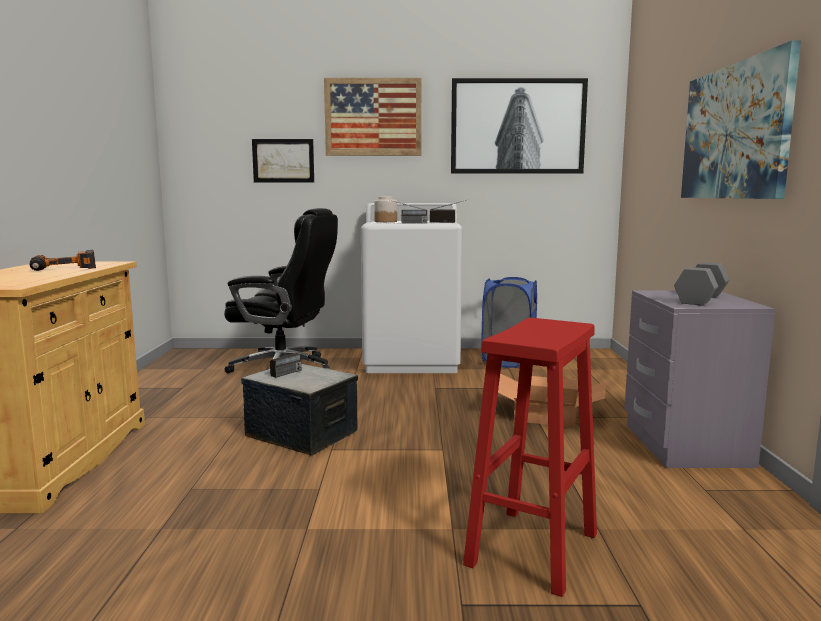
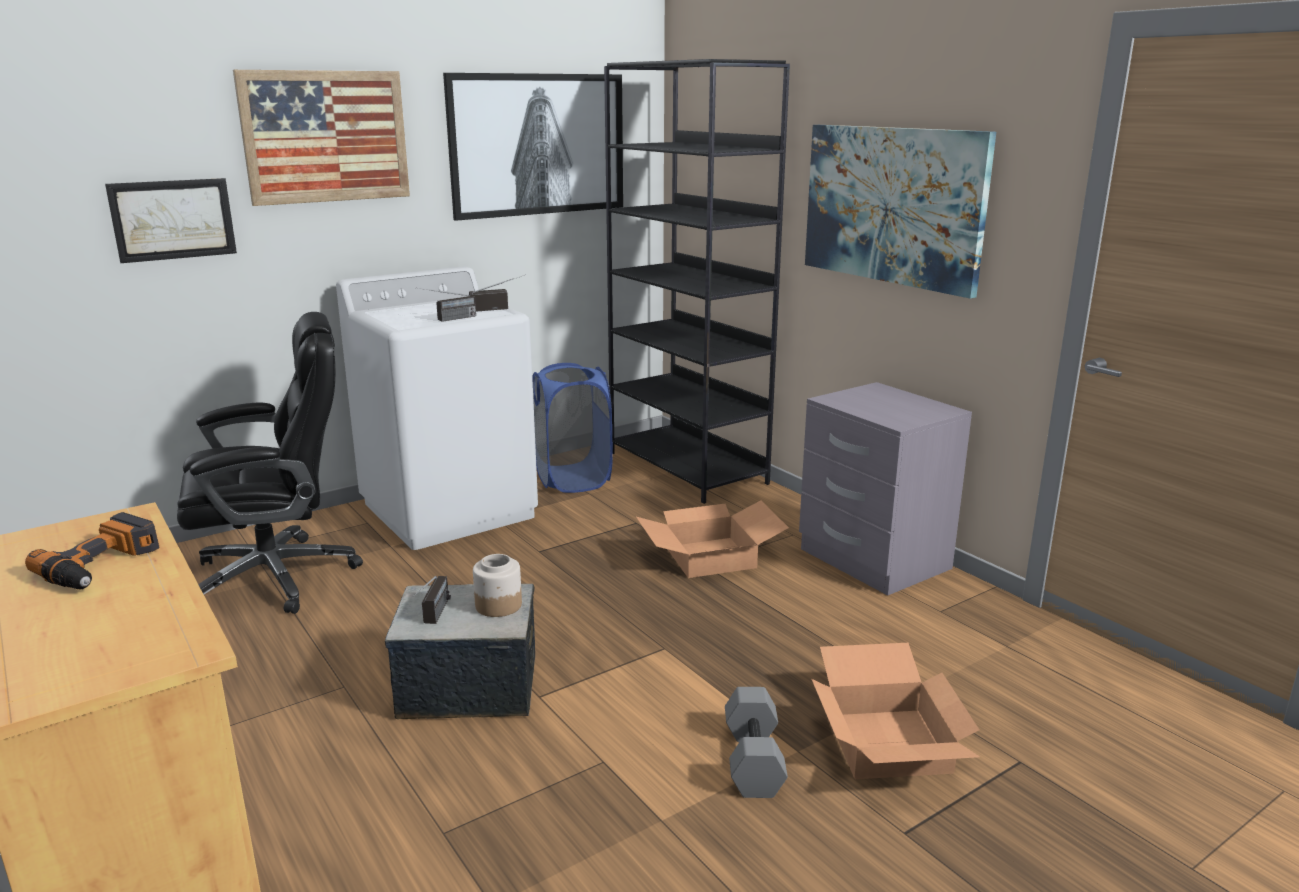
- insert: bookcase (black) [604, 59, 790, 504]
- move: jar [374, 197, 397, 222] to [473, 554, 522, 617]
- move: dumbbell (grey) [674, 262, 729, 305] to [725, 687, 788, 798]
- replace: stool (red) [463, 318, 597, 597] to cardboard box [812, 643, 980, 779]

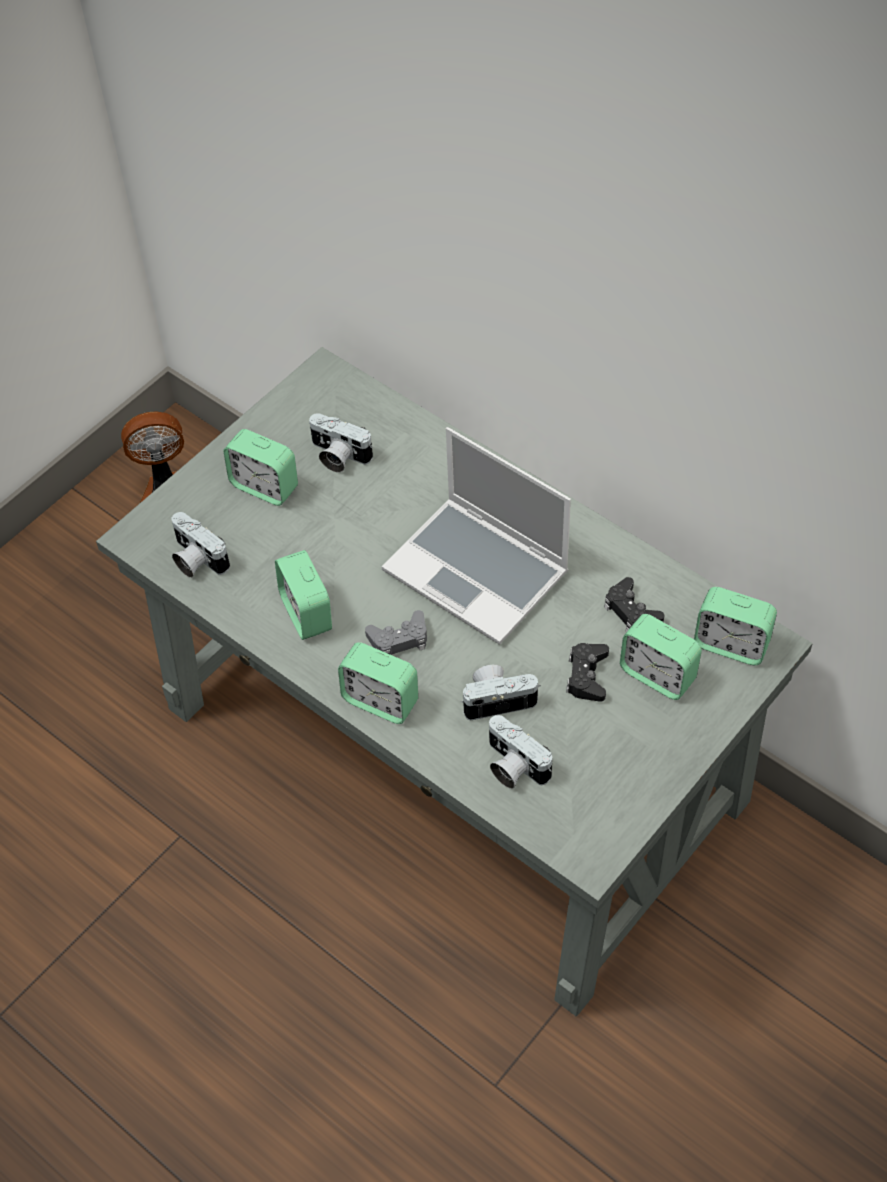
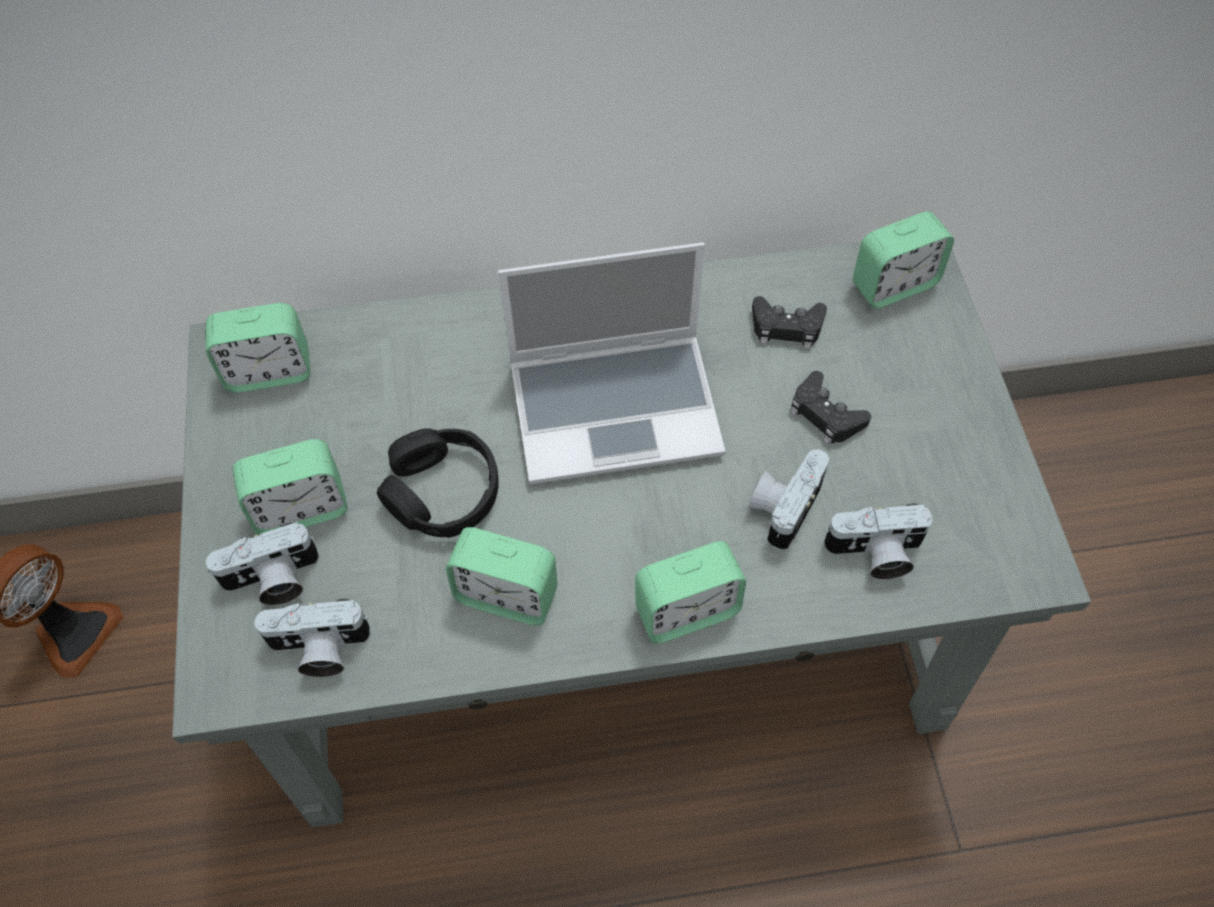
- delete: game controller (grey) [365, 610, 427, 655]
- insert: headphones (black) [377, 428, 499, 538]
- move: photo camera [309, 413, 373, 472] to [206, 522, 319, 605]
- move: alarm clock [620, 614, 702, 700] to [206, 303, 310, 393]

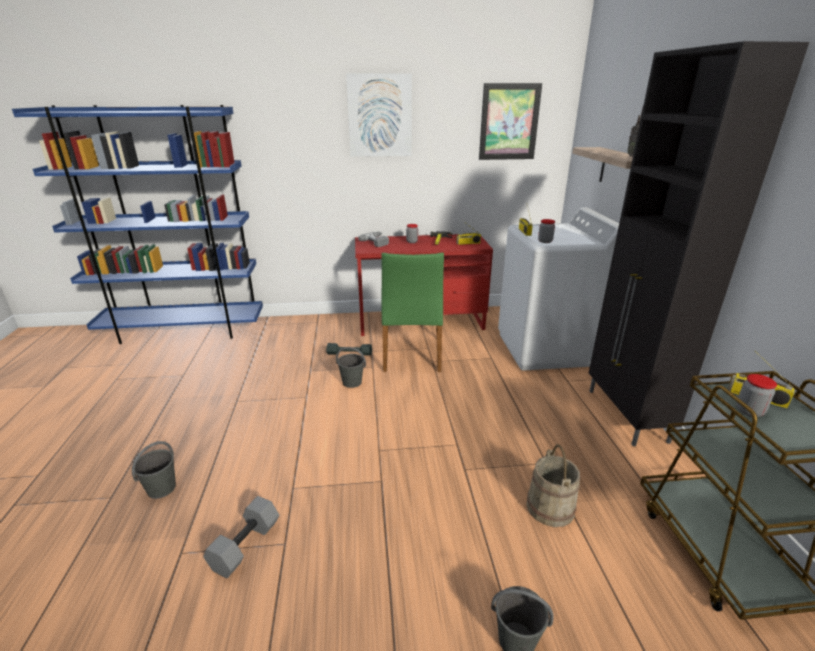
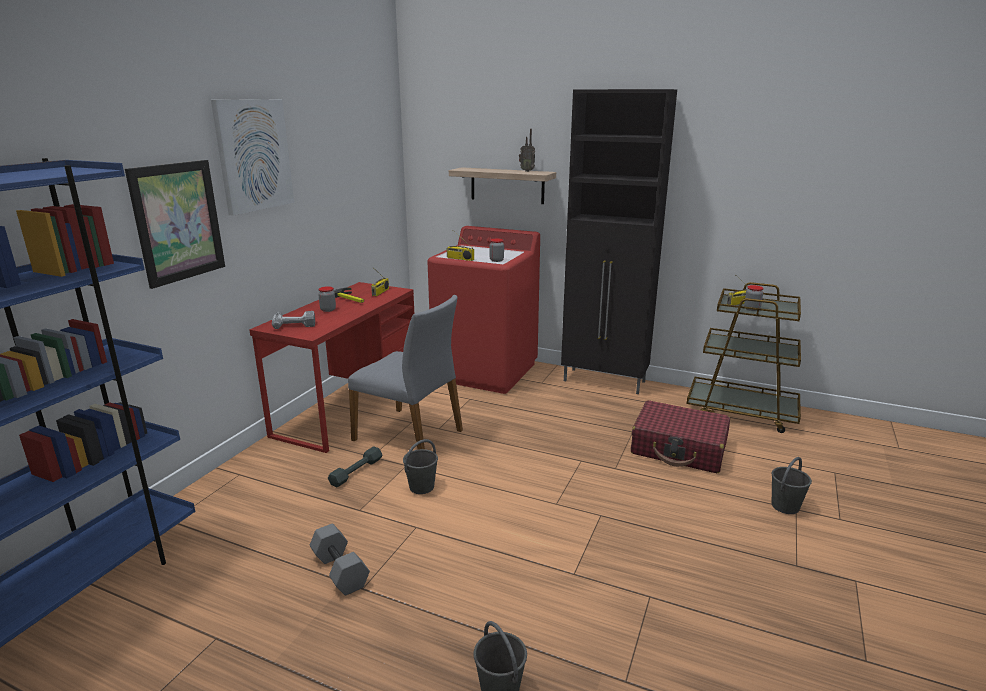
- move: dumbbell (grey) [203, 496, 279, 578] to [310, 523, 370, 596]
- move: picture [479, 83, 542, 160] to [125, 160, 225, 289]
- replace: bucket (beige) [526, 444, 580, 527] to suitcase (red) [631, 400, 730, 473]
- recolor: chair (green) [381, 252, 444, 372] to chair (grey) [348, 295, 463, 450]
- recolor: washing machine (white) [498, 207, 619, 370] to washing machine (red) [427, 226, 540, 394]

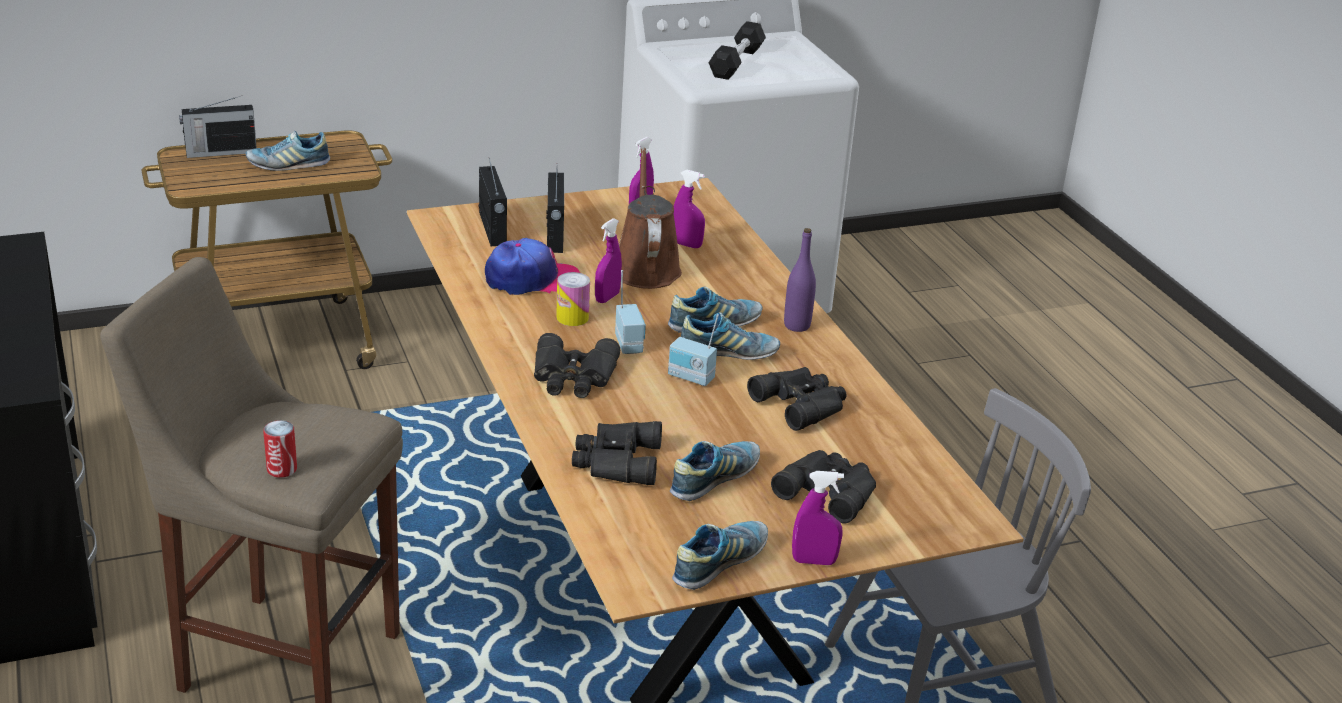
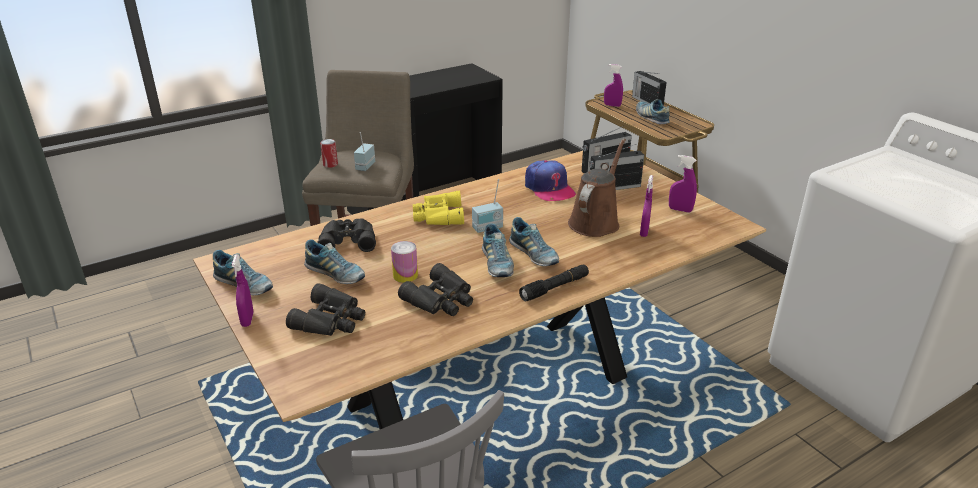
- delete: dumbbell (black) [708, 21, 766, 80]
- move: can [556, 272, 590, 326] to [391, 241, 418, 283]
- move: spray bottle (purple) [595, 218, 622, 303] to [604, 64, 623, 107]
- move: radio [668, 314, 719, 386] to [354, 132, 375, 171]
- replace: bottle (purple) [784, 228, 816, 332] to flashlight (black) [519, 265, 589, 301]
- recolor: binoculars (black) [534, 333, 620, 398] to binoculars (yellow) [413, 191, 464, 225]
- rotate: watering can (brown) [619, 148, 682, 289] = [568, 138, 626, 237] 45 degrees counterclockwise

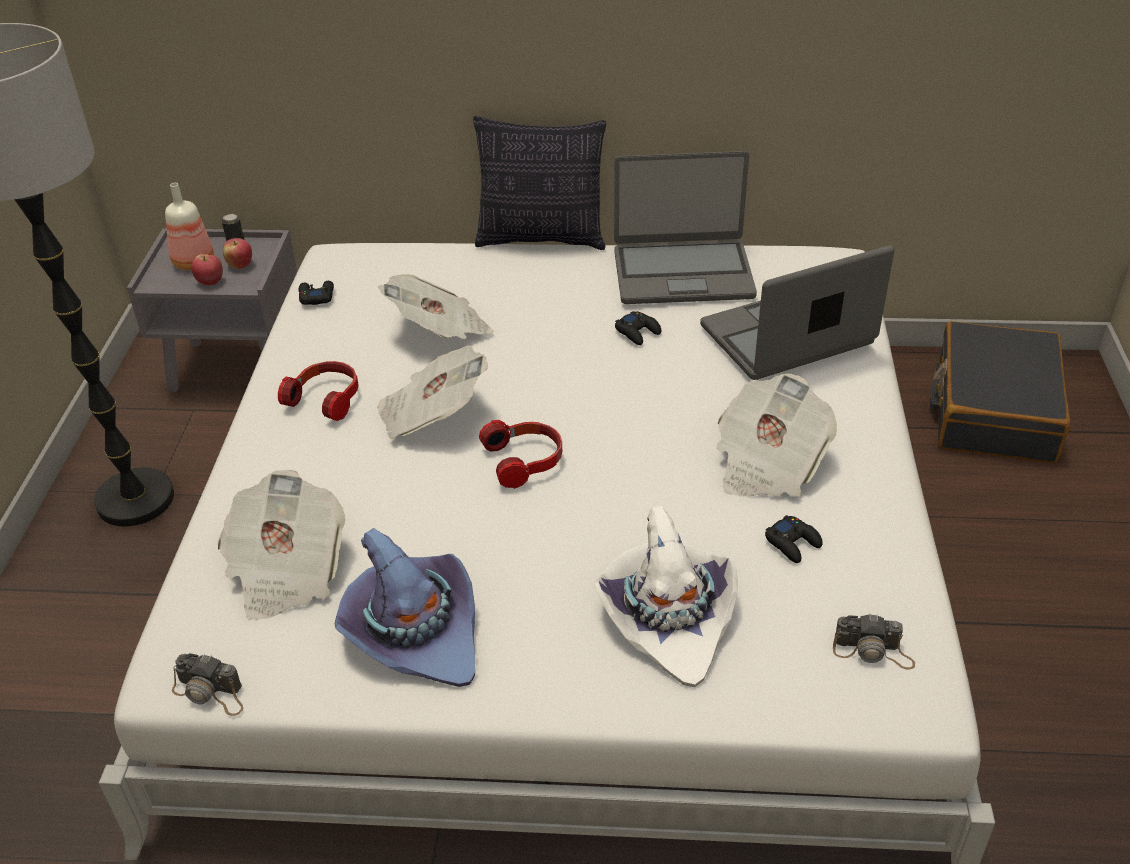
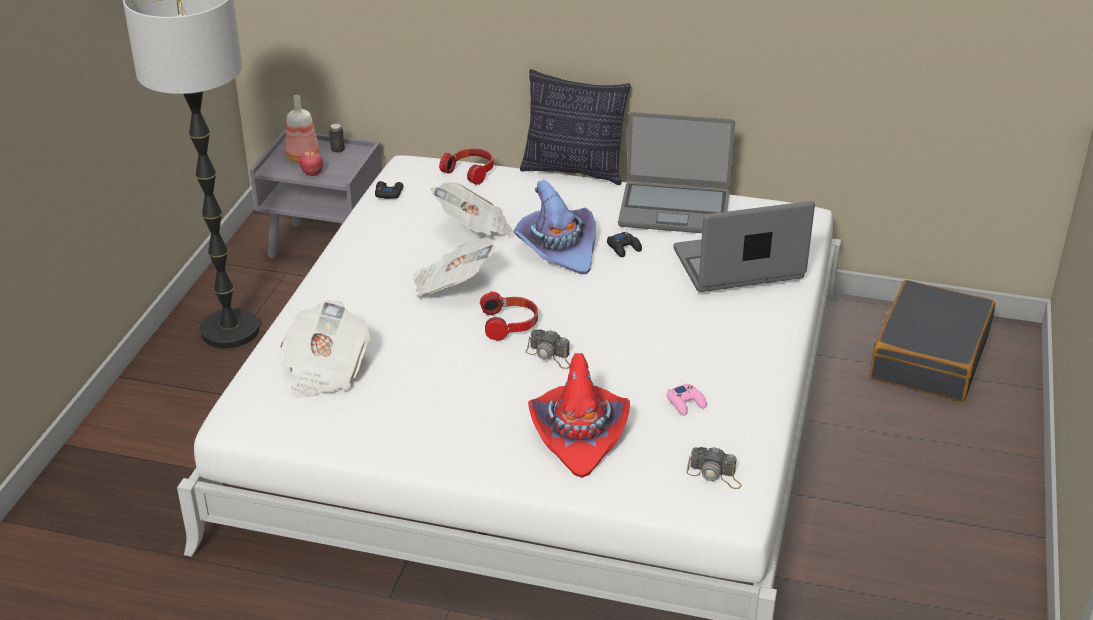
- delete: apple [223, 238, 252, 269]
- delete: newspaper [716, 373, 837, 497]
- move: photo camera [172, 653, 243, 716] to [526, 329, 570, 369]
- move: headphones [278, 361, 359, 421] to [439, 148, 493, 185]
- move: hat (purple) [335, 528, 475, 687] to [513, 180, 596, 274]
- recolor: hat (white) [594, 505, 738, 687] to hat (red) [528, 353, 630, 478]
- recolor: game controller (black) [765, 515, 823, 563] to game controller (pink) [666, 383, 707, 415]

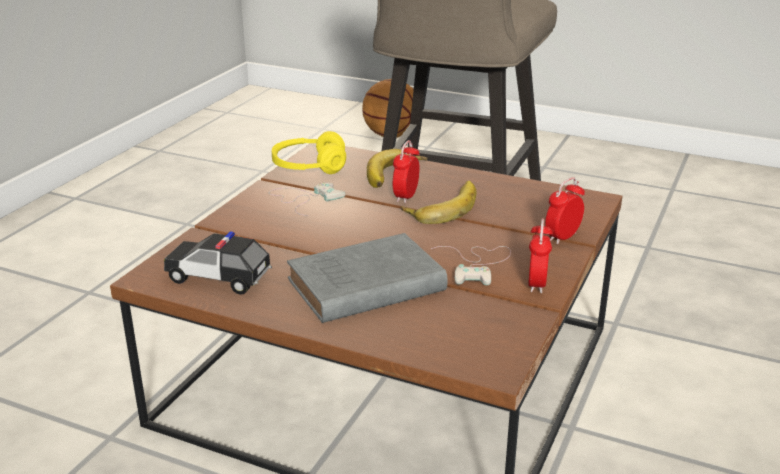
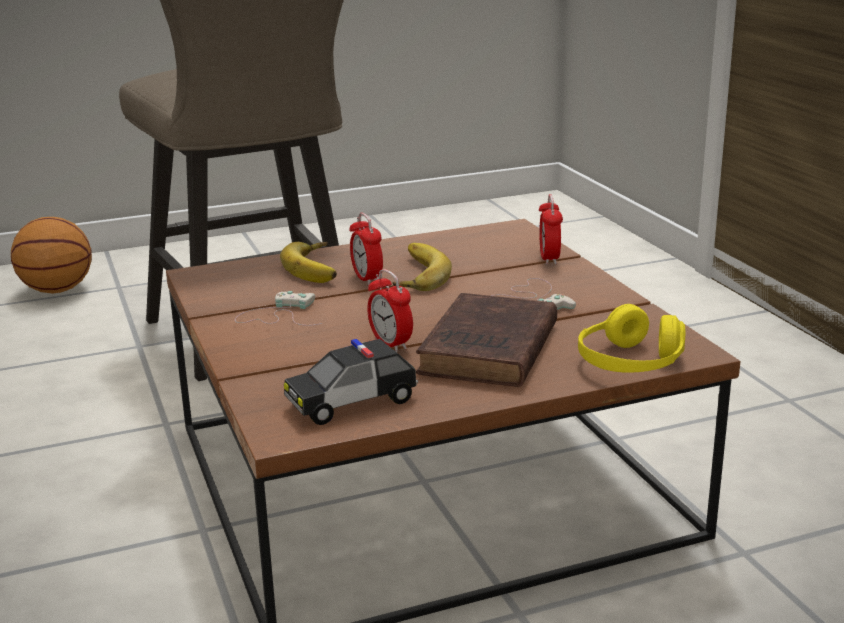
- move: headphones (yellow) [272, 131, 346, 174] to [578, 304, 685, 373]
- move: alarm clock [528, 218, 553, 293] to [367, 269, 413, 352]
- recolor: book (grey) [287, 233, 447, 323] to book (brown) [416, 293, 557, 387]

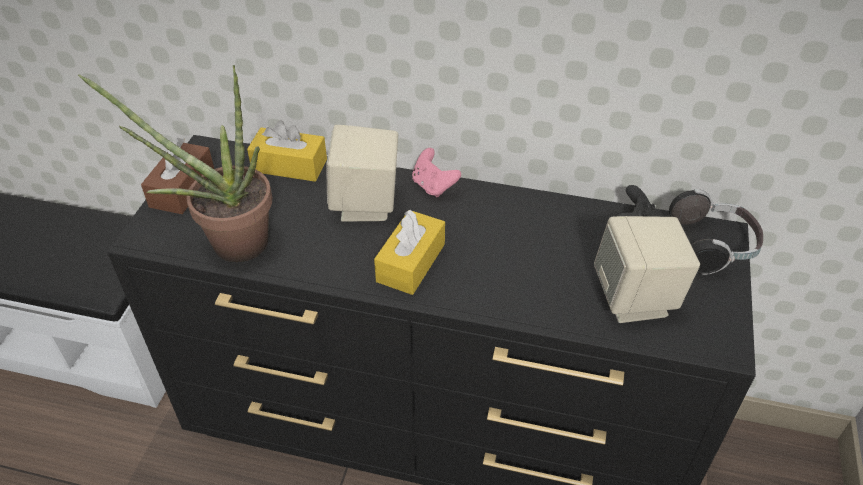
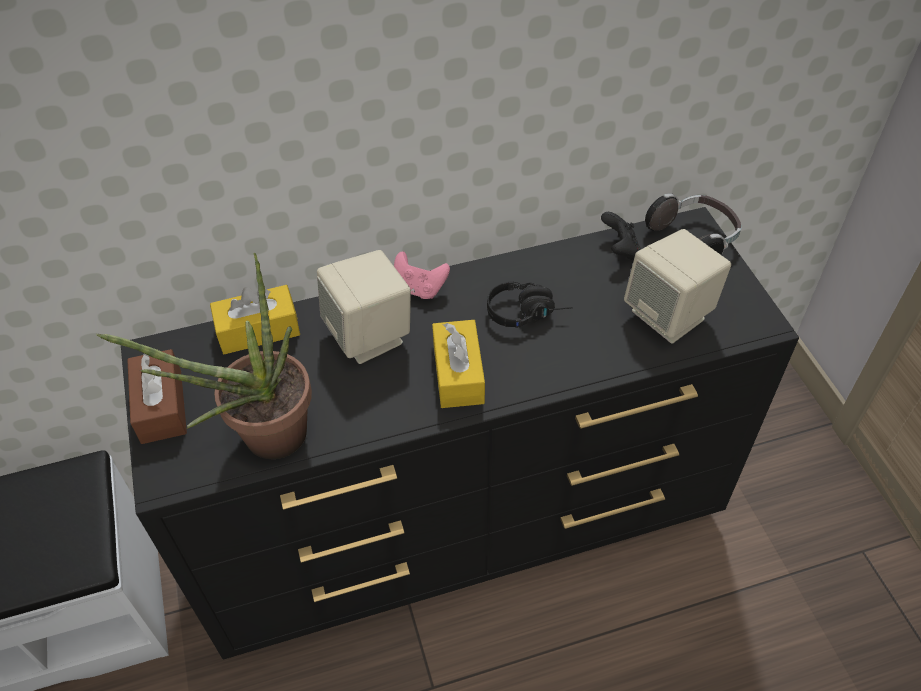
- insert: headphones (black) [487, 281, 573, 328]

